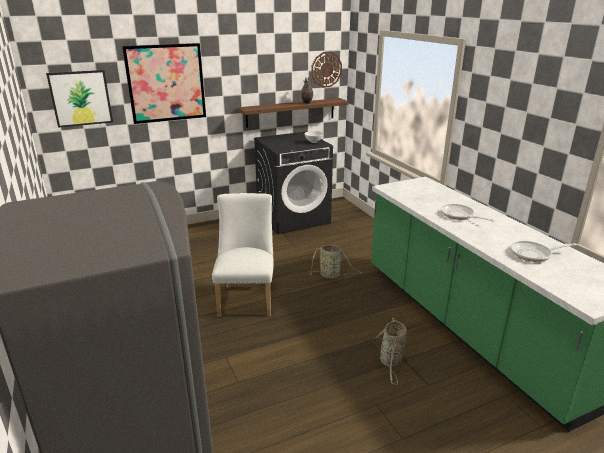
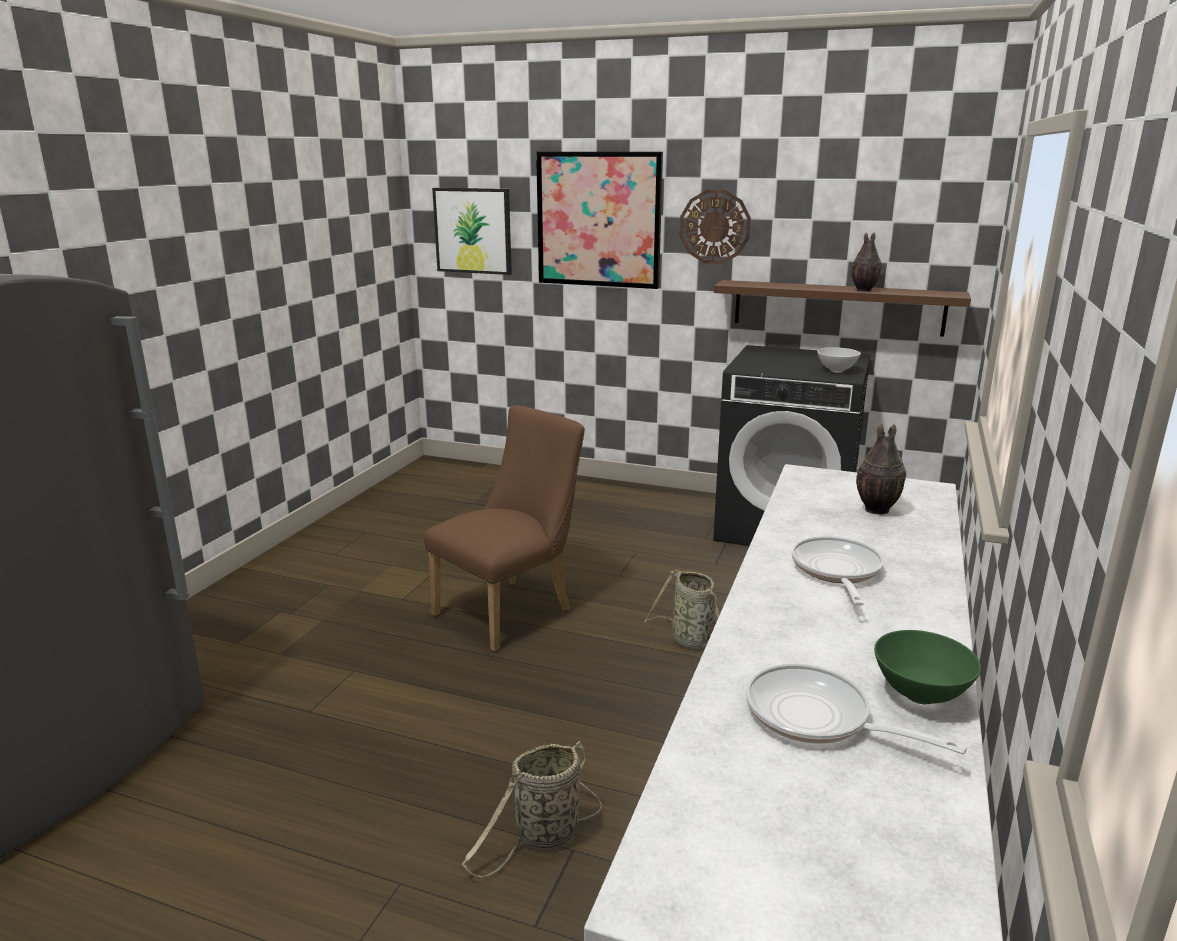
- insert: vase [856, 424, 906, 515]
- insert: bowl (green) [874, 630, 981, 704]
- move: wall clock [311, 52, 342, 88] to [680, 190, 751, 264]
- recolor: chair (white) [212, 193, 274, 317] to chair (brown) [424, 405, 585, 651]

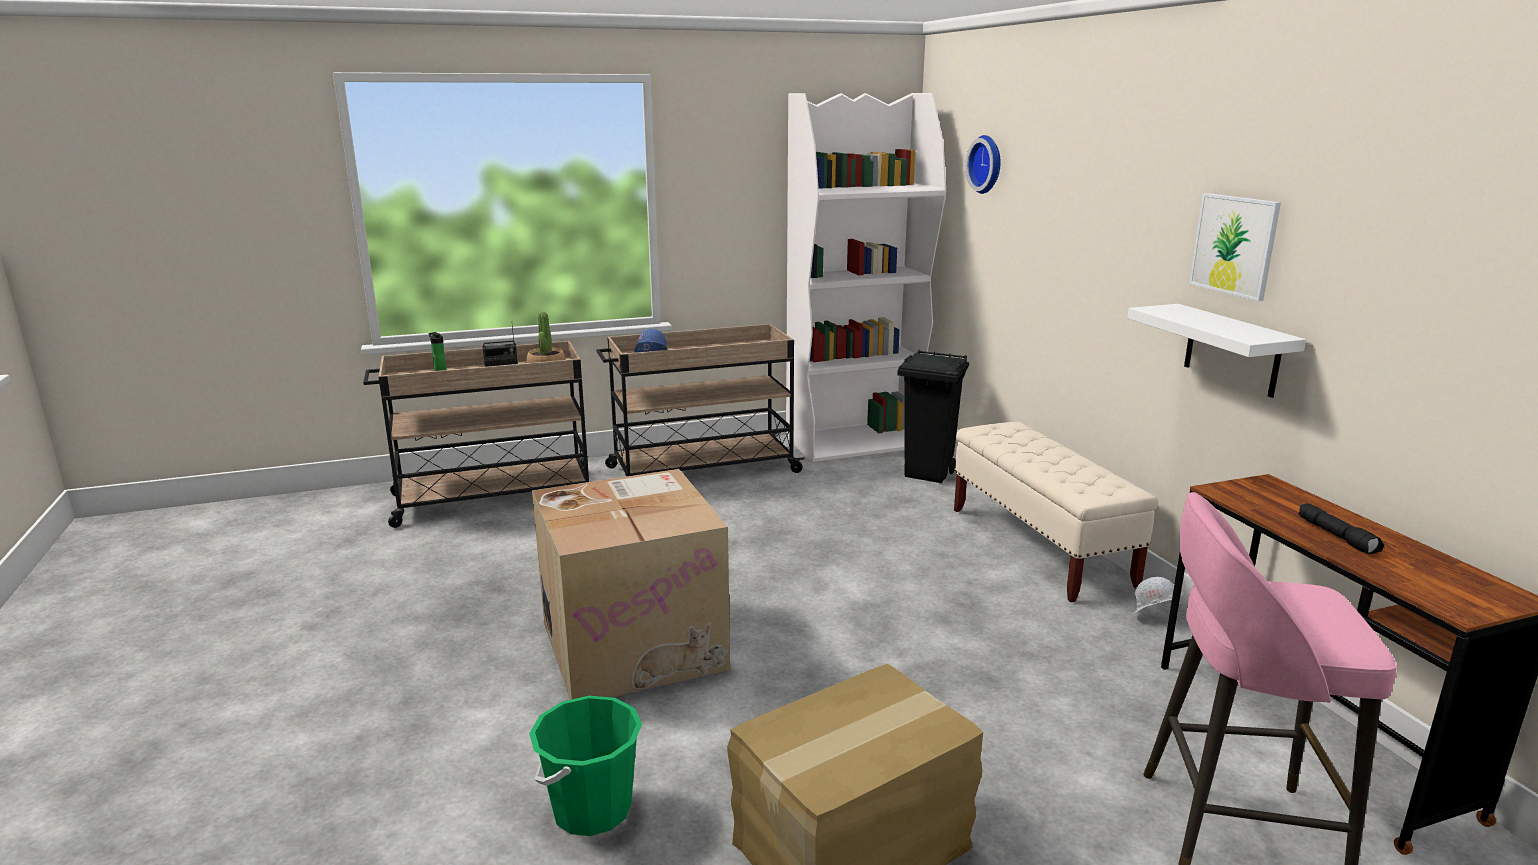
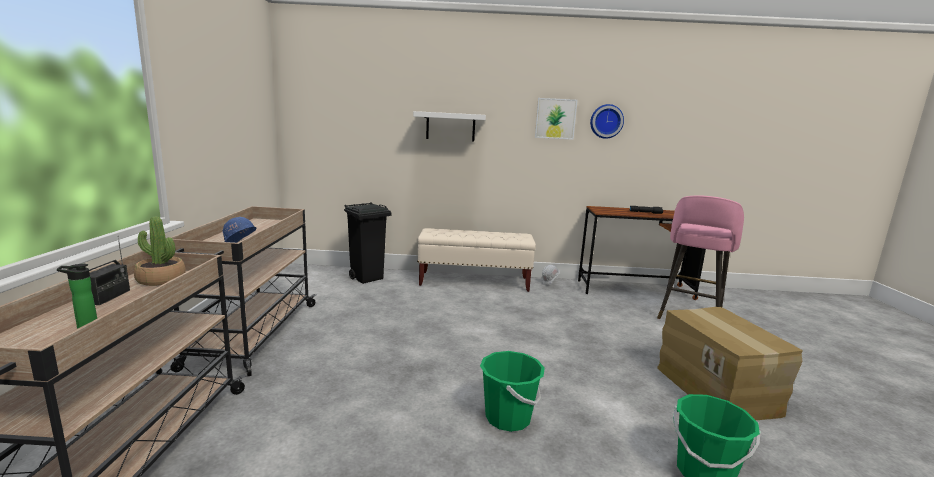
- delete: bookcase (white) [786, 93, 946, 463]
- move: wall clock [966, 135, 1001, 194] to [590, 104, 624, 139]
- move: shelf (white) [1127, 304, 1306, 398] to [413, 111, 486, 141]
- replace: cardboard box [532, 469, 730, 700] to bucket (green) [480, 351, 545, 432]

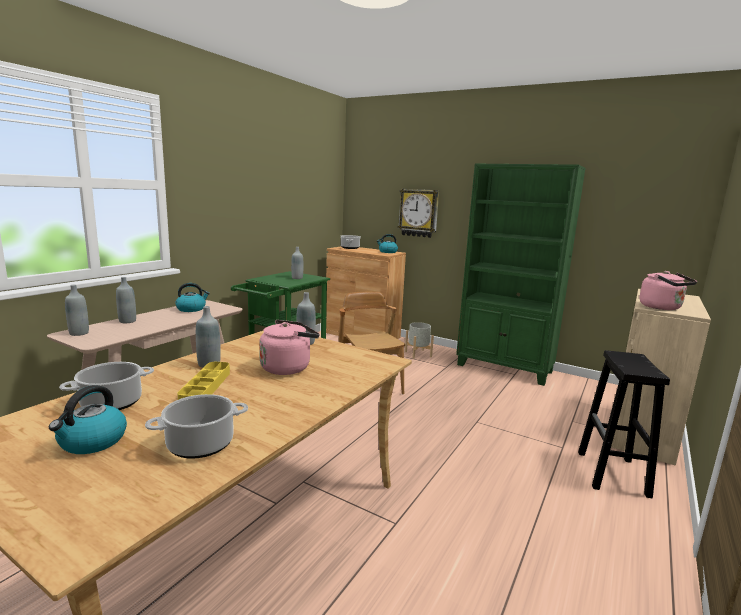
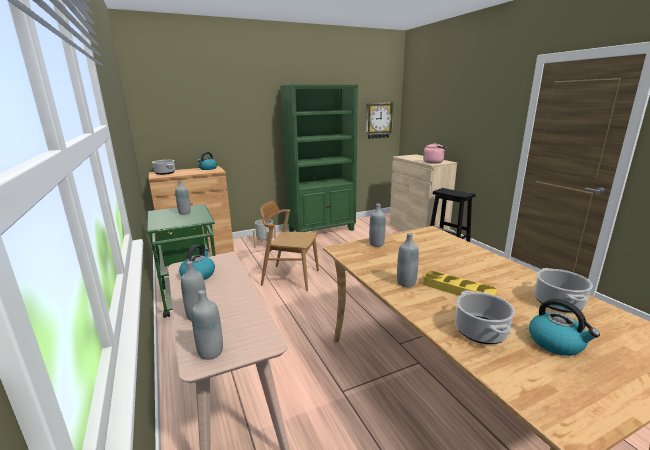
- delete: kettle (pink) [259, 320, 319, 375]
- move: wall clock [398, 189, 439, 238] to [365, 102, 394, 139]

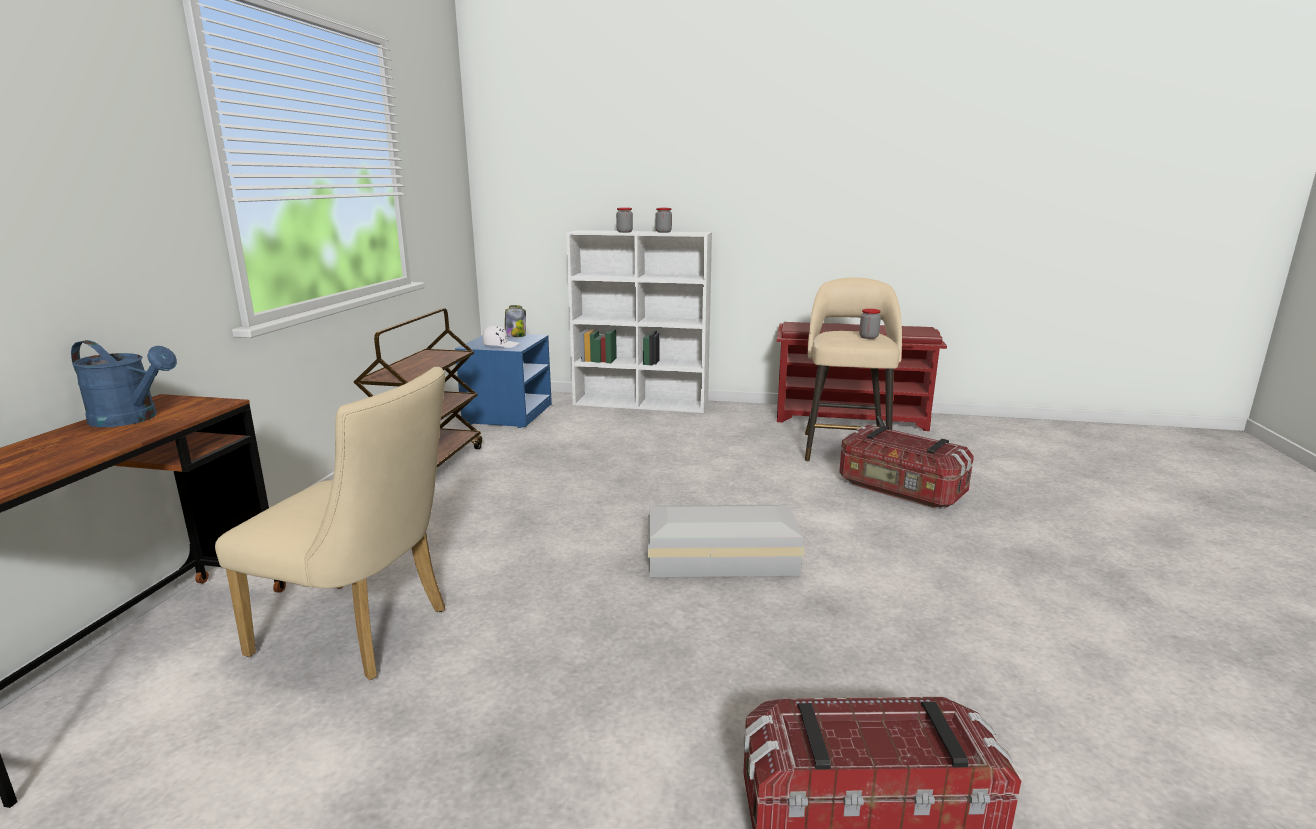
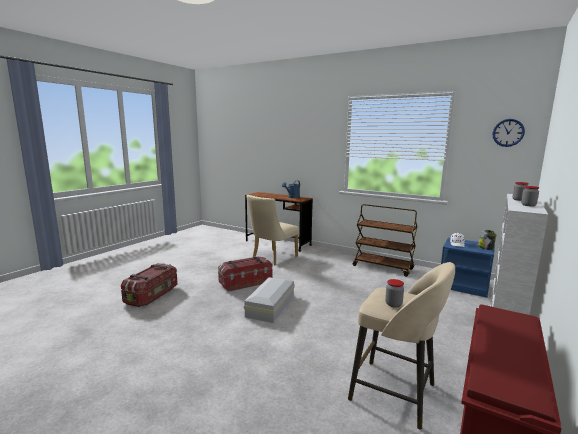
- insert: wall clock [493, 119, 525, 147]
- move: storage box [839, 425, 974, 509] to [218, 257, 273, 292]

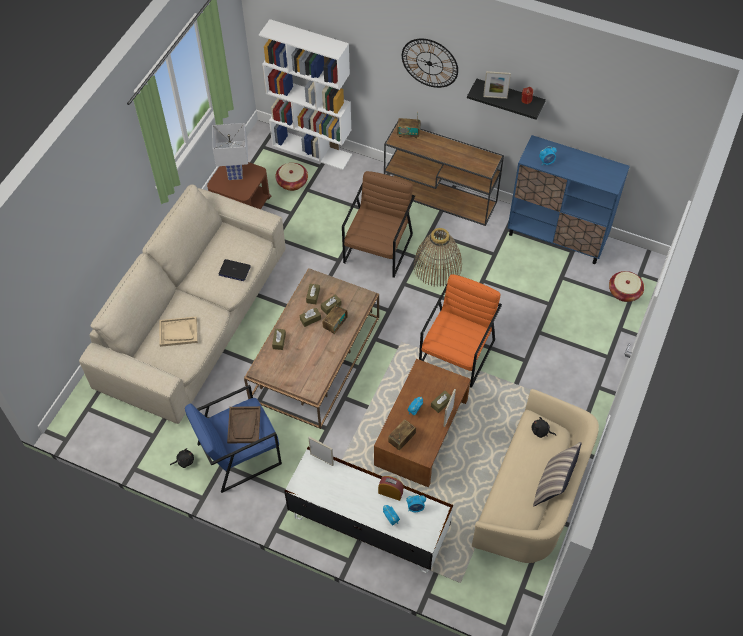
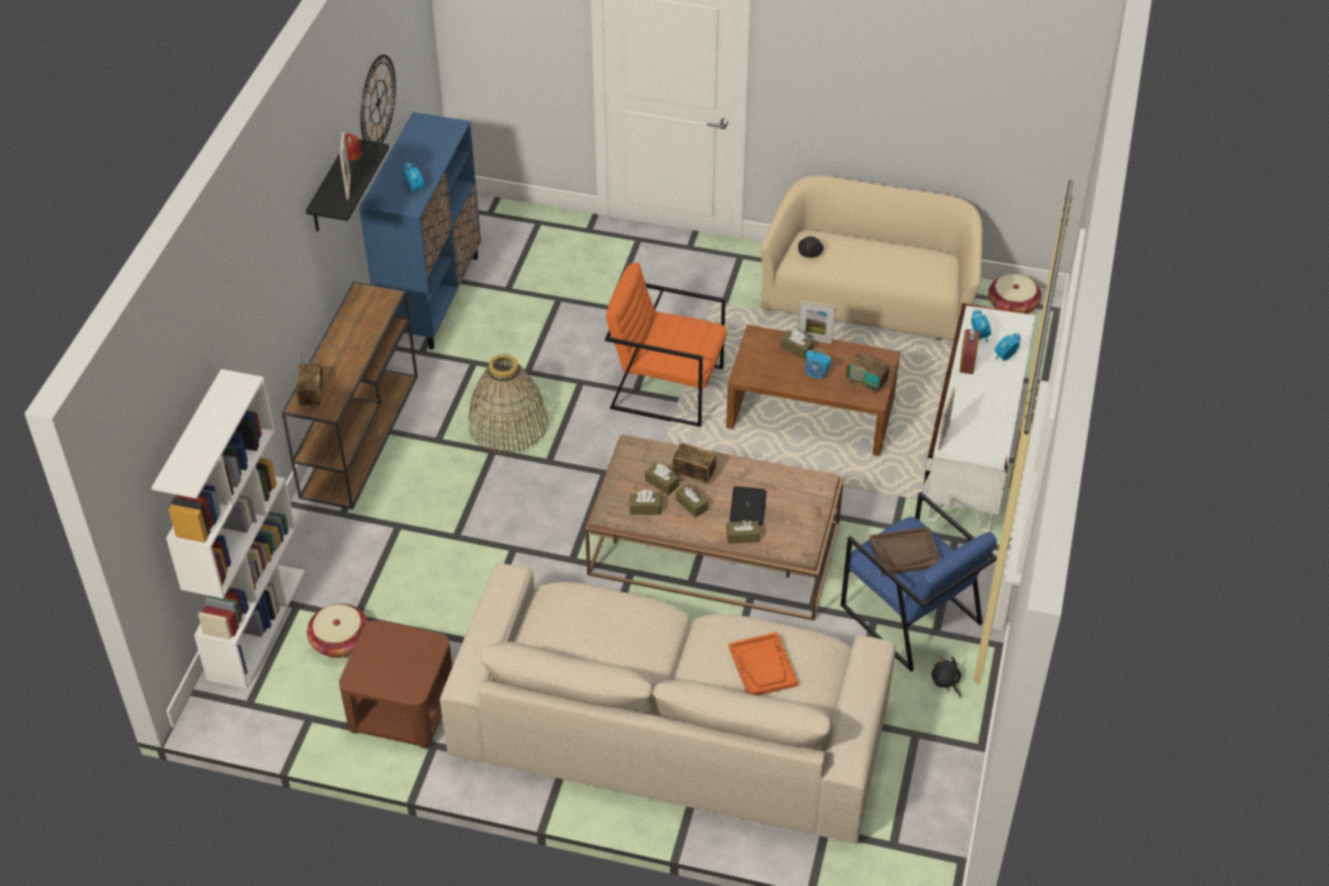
- delete: table lamp (white) [213, 123, 248, 180]
- delete: armchair (brown) [342, 171, 415, 278]
- delete: pillow [533, 442, 581, 506]
- move: laptop [219, 259, 251, 281] to [729, 486, 767, 526]
- move: wall clock [402, 38, 458, 88] to [360, 55, 396, 143]
- move: basket [609, 271, 644, 302] to [988, 274, 1042, 314]
- recolor: tray (beige) [159, 316, 198, 347] to tray (orange) [729, 632, 798, 696]

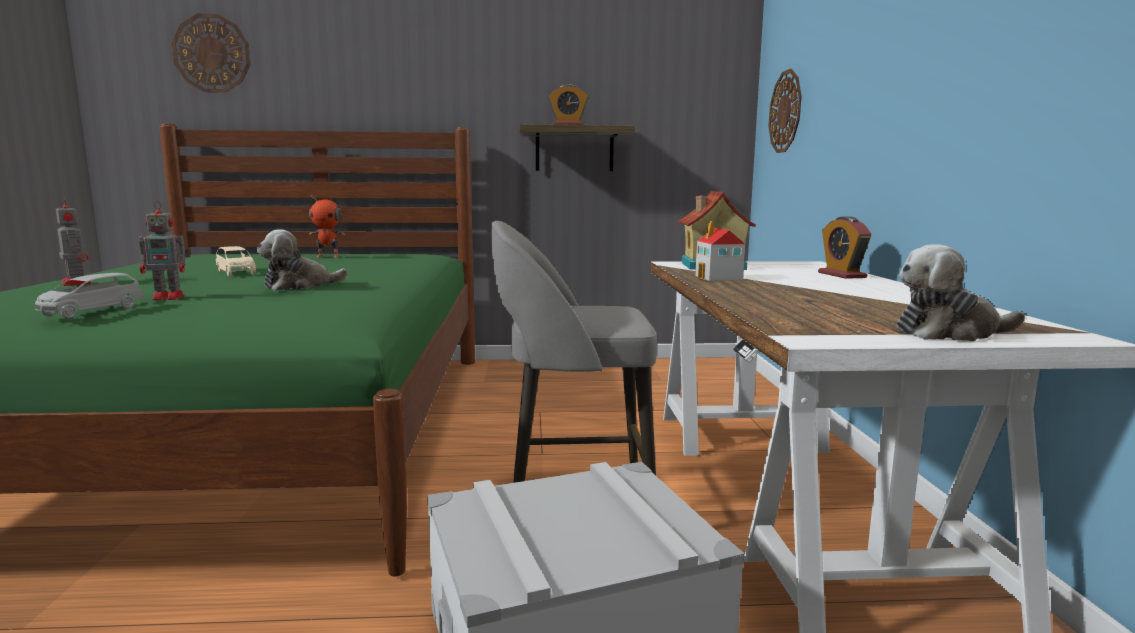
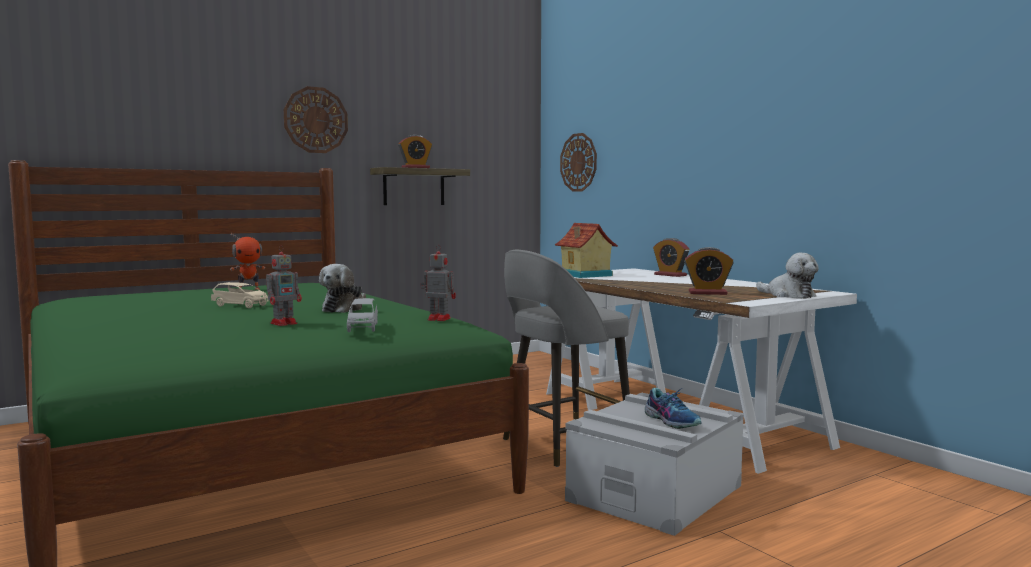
- delete: toy house [695, 221, 745, 281]
- insert: shoe [644, 388, 702, 429]
- insert: alarm clock [684, 247, 734, 295]
- move: toy car (grey) [35, 273, 143, 318] to [347, 298, 378, 332]
- move: toy robot [56, 198, 93, 286] to [421, 245, 456, 321]
- move: wall clock [172, 14, 250, 93] to [284, 86, 348, 153]
- rotate: plush toy [896, 244, 1025, 341] = [756, 253, 819, 299] 90 degrees counterclockwise

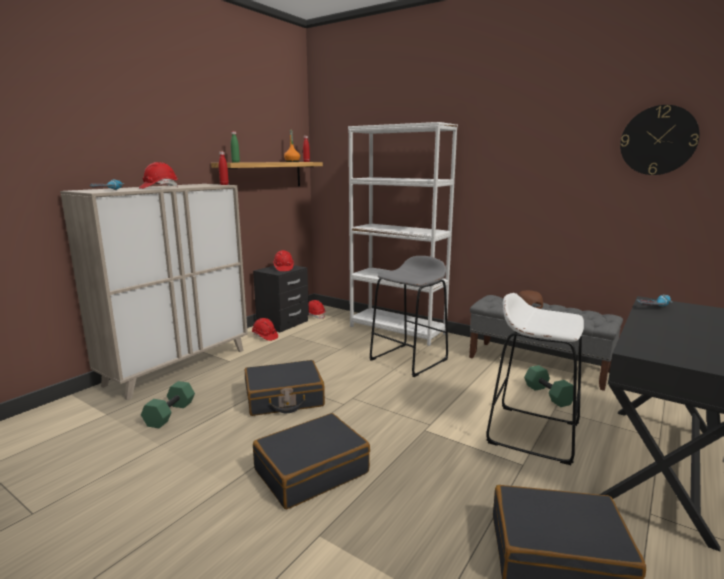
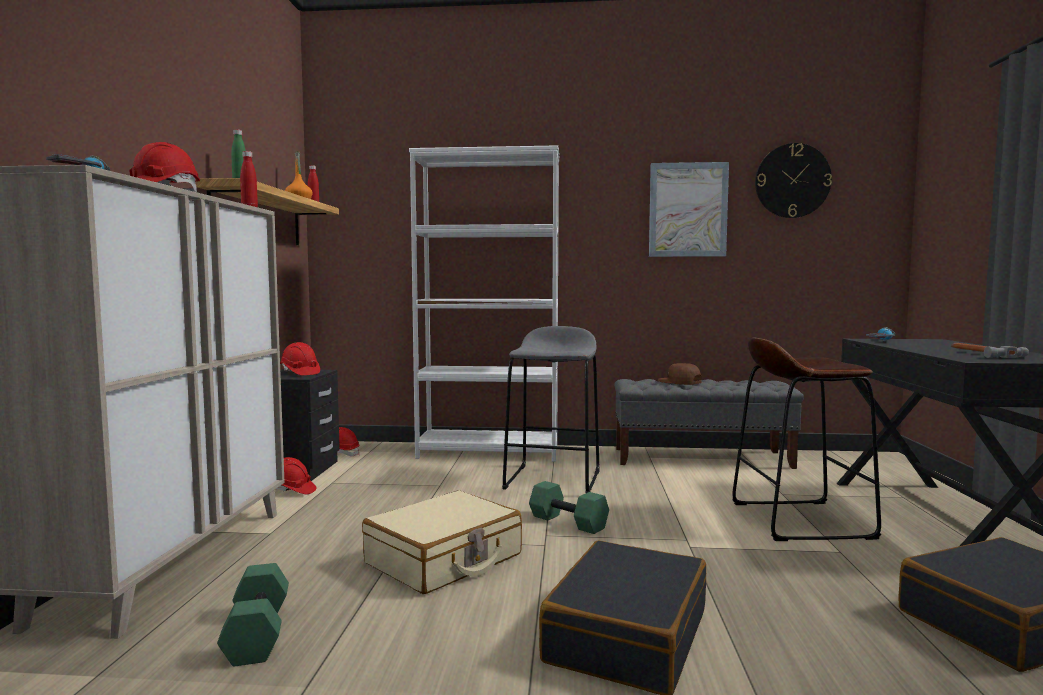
- insert: picture [649, 162, 729, 257]
- insert: hammer [951, 343, 1029, 358]
- move: dumbbell (green) [524, 365, 573, 407] to [529, 481, 609, 534]
- recolor: suitcase (black) [245, 360, 325, 416] to suitcase (beige) [362, 491, 522, 594]
- recolor: stool (white) [486, 293, 584, 465] to stool (brown) [732, 337, 881, 541]

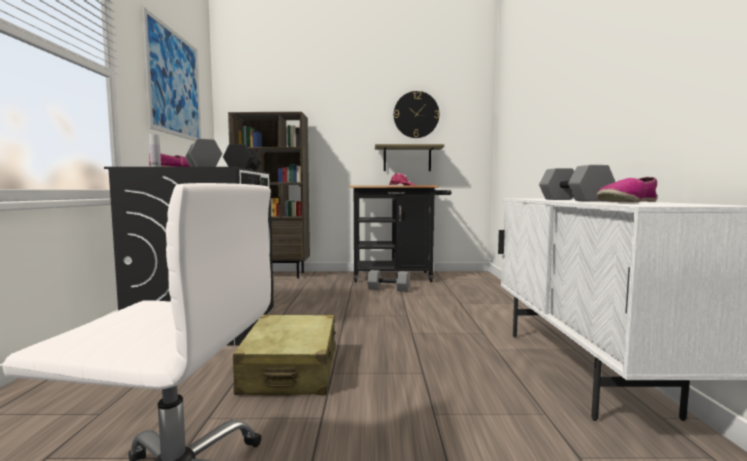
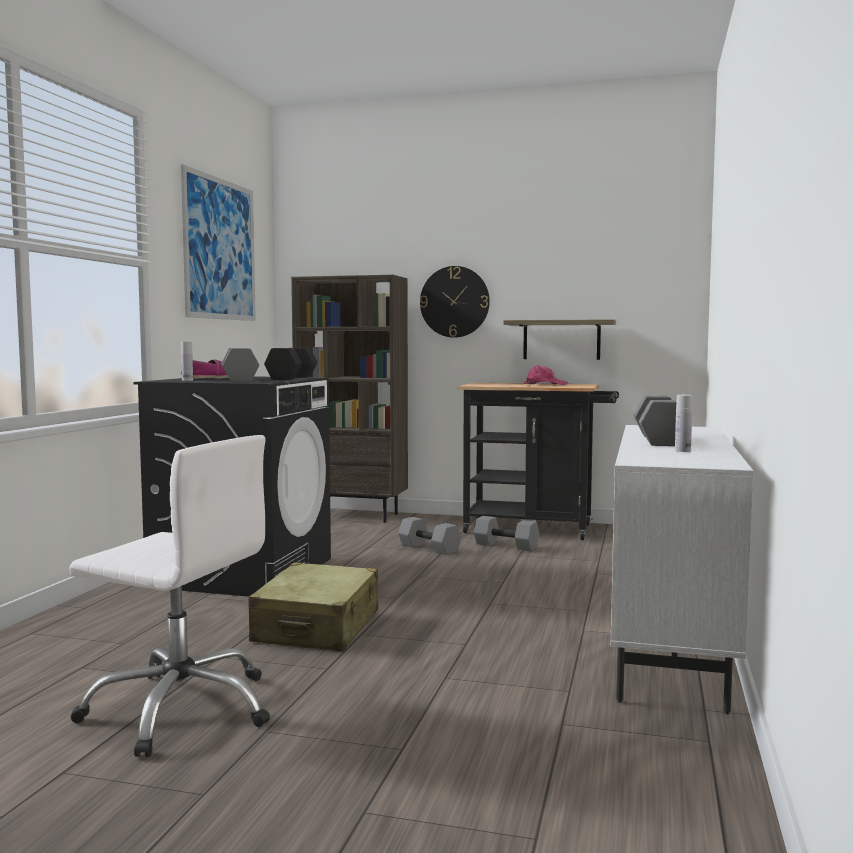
- insert: dumbbell (grey) [398, 517, 461, 555]
- move: wall clock [394, 91, 440, 138] to [420, 266, 490, 338]
- replace: shoe [597, 177, 657, 202] to bottle (white) [675, 395, 692, 452]

